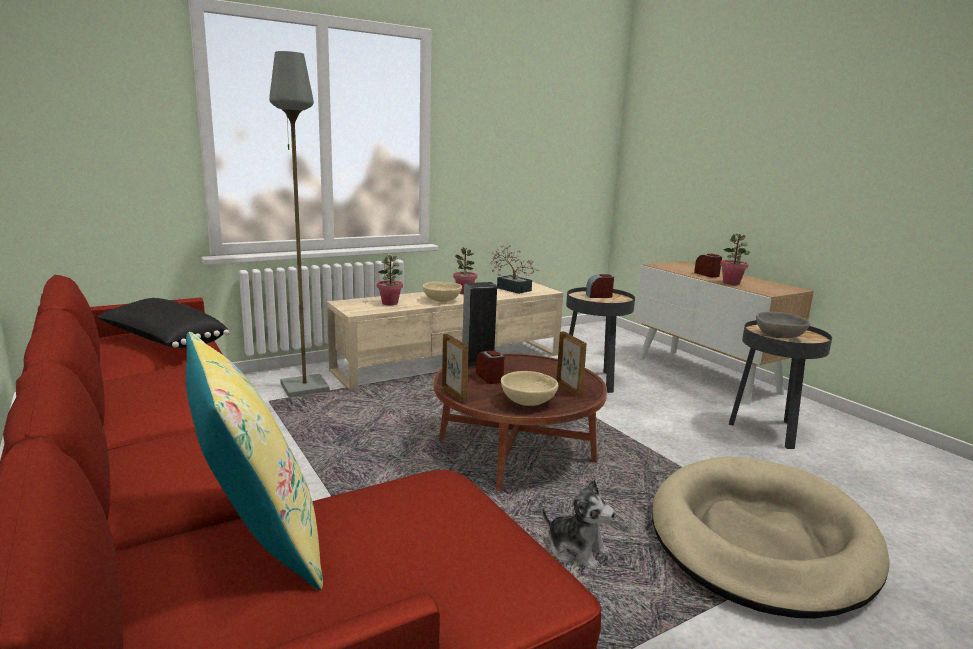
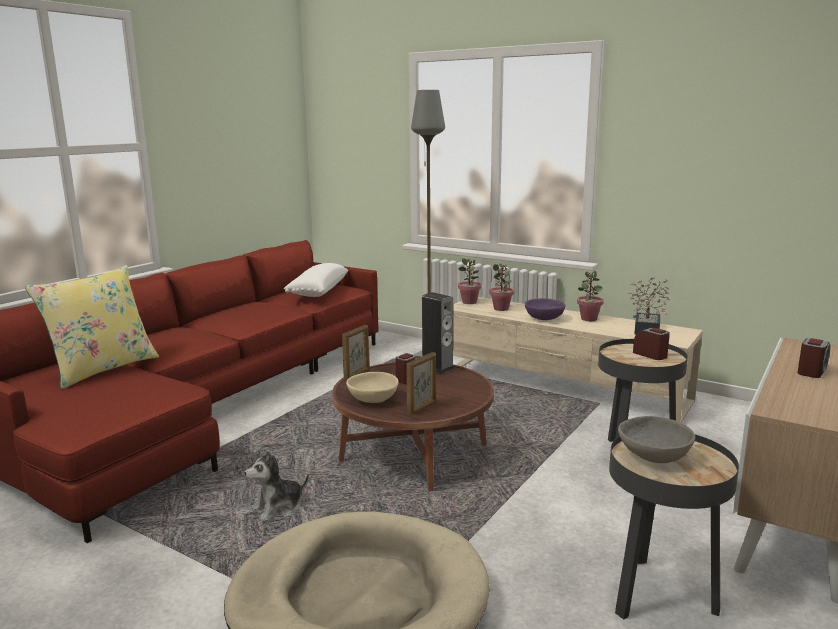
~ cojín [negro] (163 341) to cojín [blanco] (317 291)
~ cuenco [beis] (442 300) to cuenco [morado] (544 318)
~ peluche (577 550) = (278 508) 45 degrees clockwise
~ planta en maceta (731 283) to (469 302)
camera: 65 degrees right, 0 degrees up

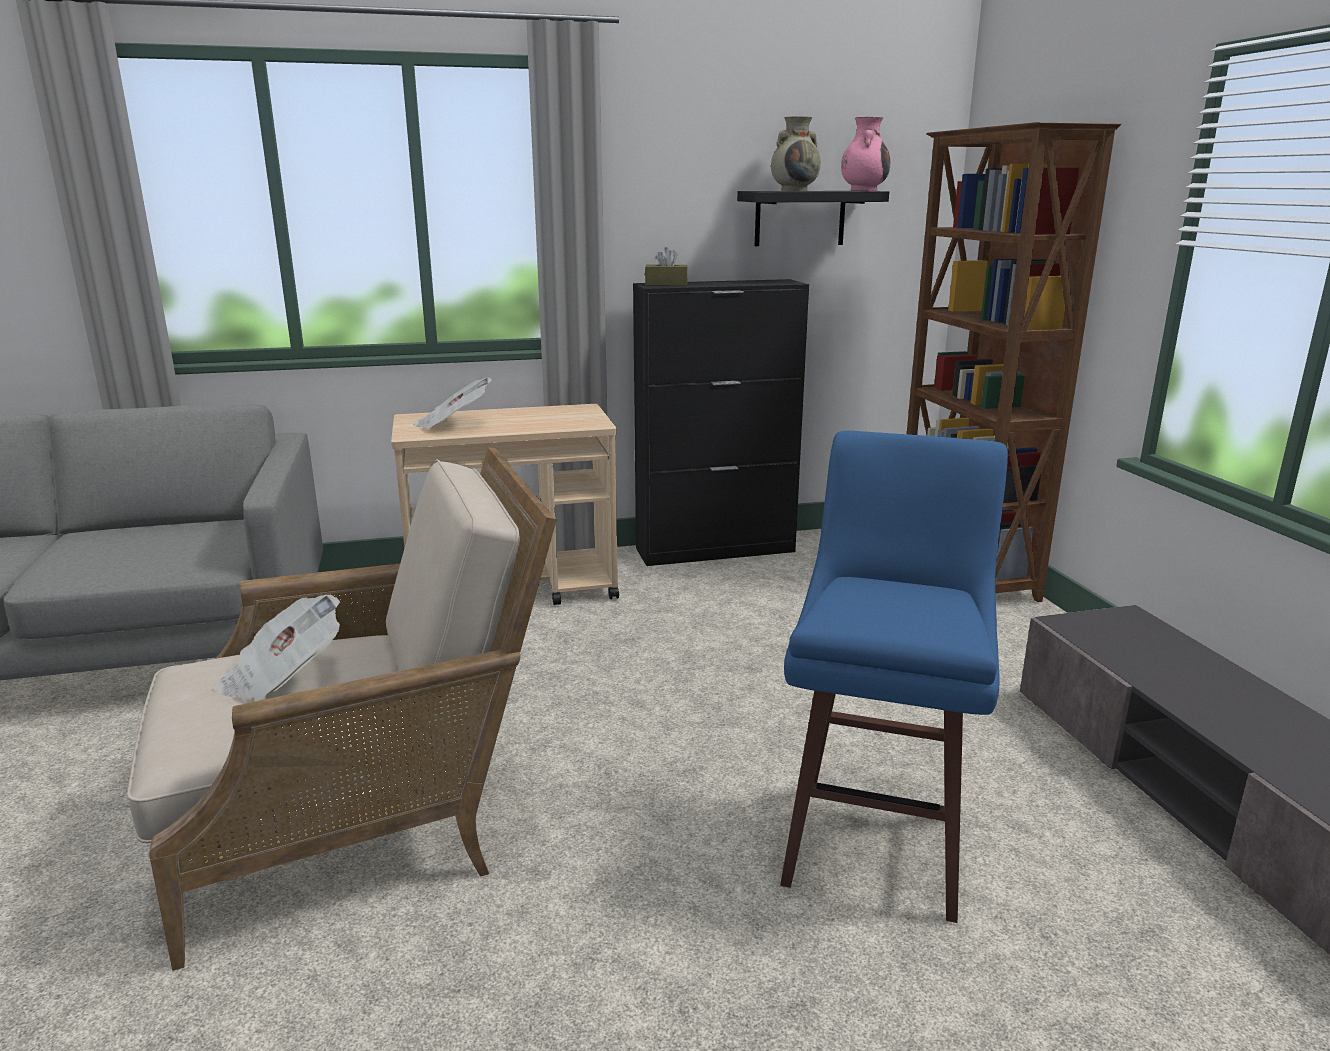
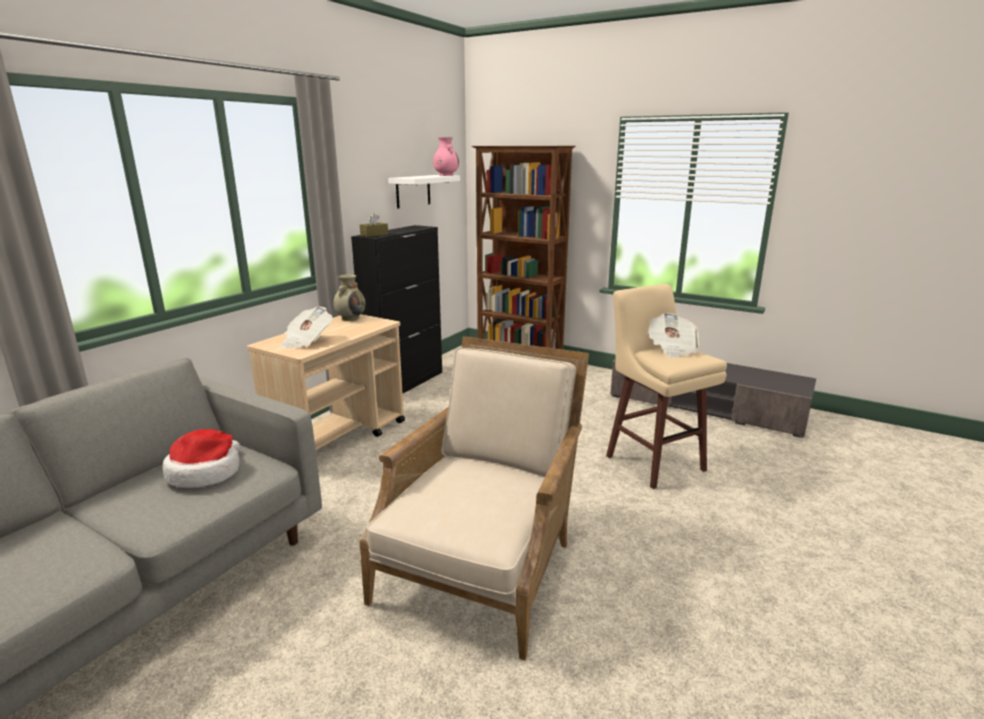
~ periódico (283 677) to (672 349)
~ estante [negro] (800 218) to estante [blanco] (413 191)
~ florero [beis] (795 190) to (351 318)
~ taburete [azul] (877 844) to taburete [beis] (653 462)
+ sombrero (206 472)
camera: 45 degrees left, 0 degrees up

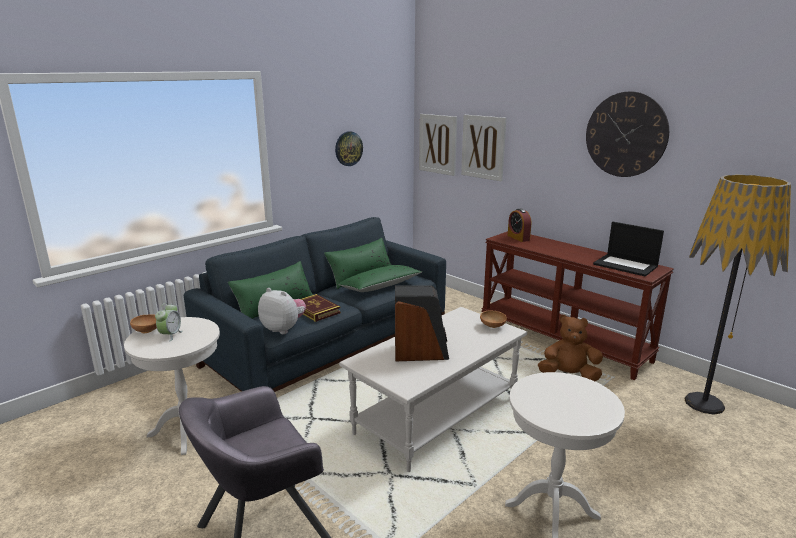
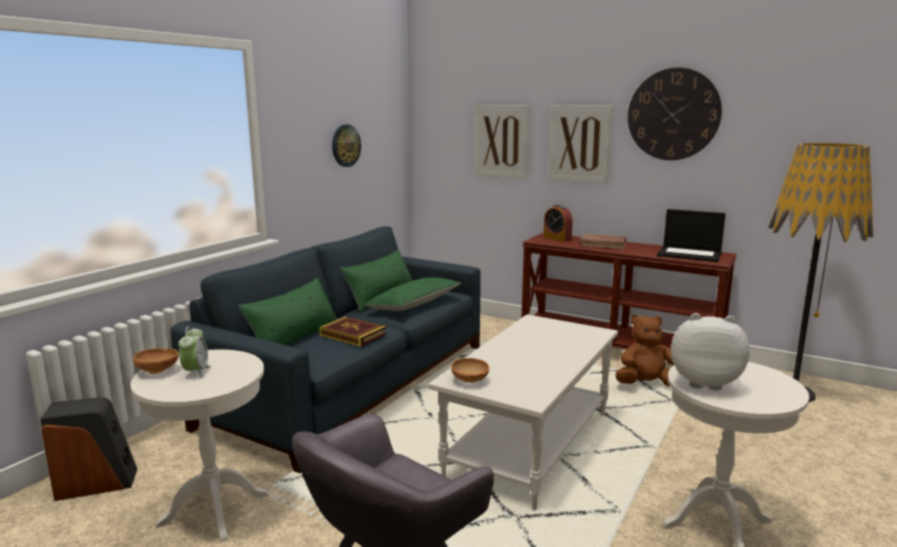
~ peluche (283 329) to (703 382)
~ altavoz (420 352) to (96 483)
~ cuadro (438 144) to (580 143)
~ cuenco [marrón] (492 326) to (469 381)
+ libro [marrón] (603 244)
camera: 15 degrees left, 5 degrees down

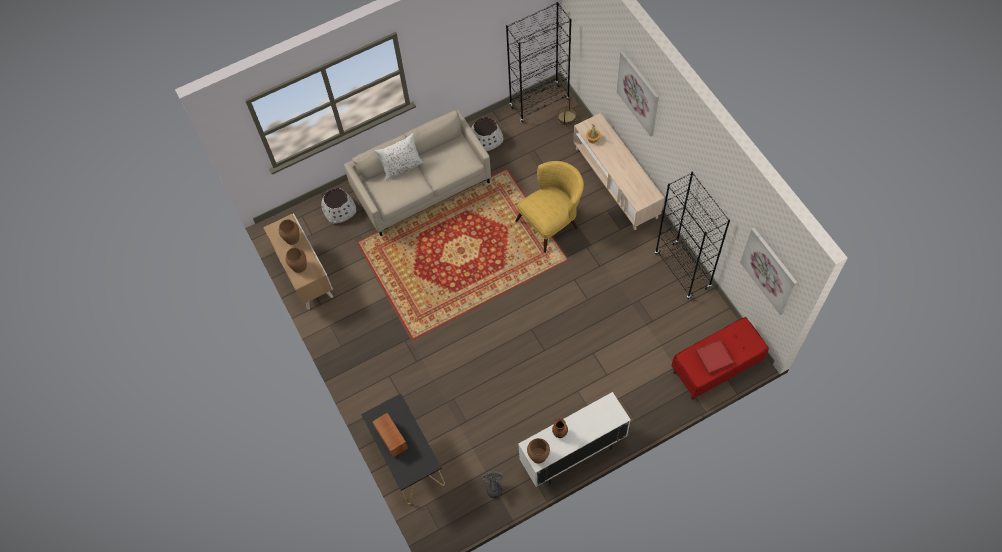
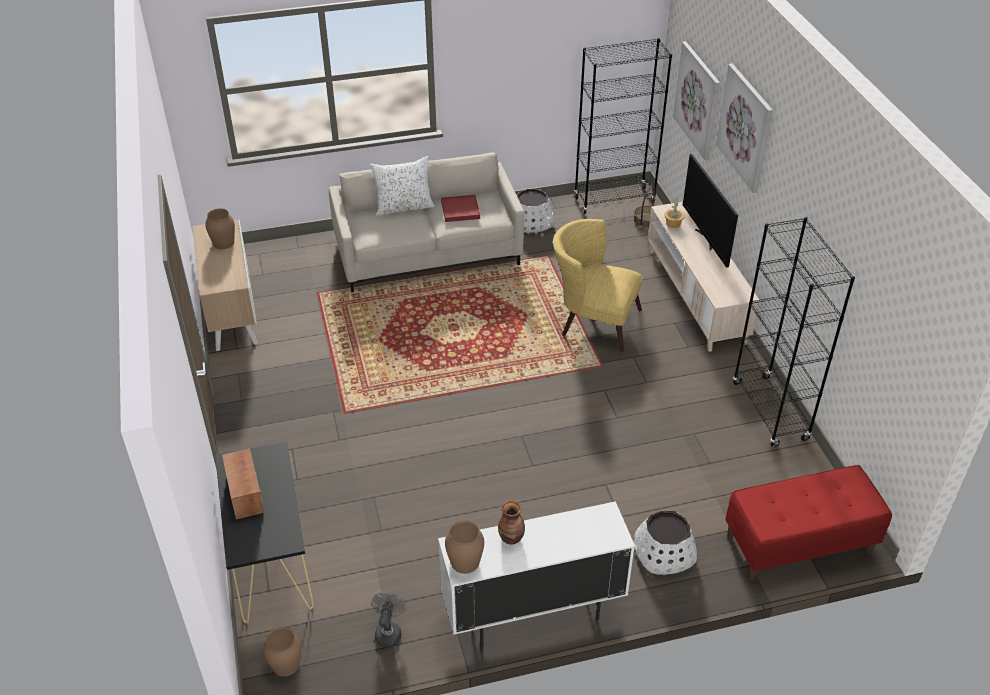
~ florero [marrón] (299 266) to (285 664)
~ maceta [blanco] (339 210) to (663 553)
~ sillón [amarillo] (552 221) = (592 320) 135 degrees counterclockwise
~ bandeja [rojo] (714 357) to (460 210)
~ cuadro (769 271) to (697 100)
+ televisor (706 239)
camera: 10 degrees right, 20 degrees down

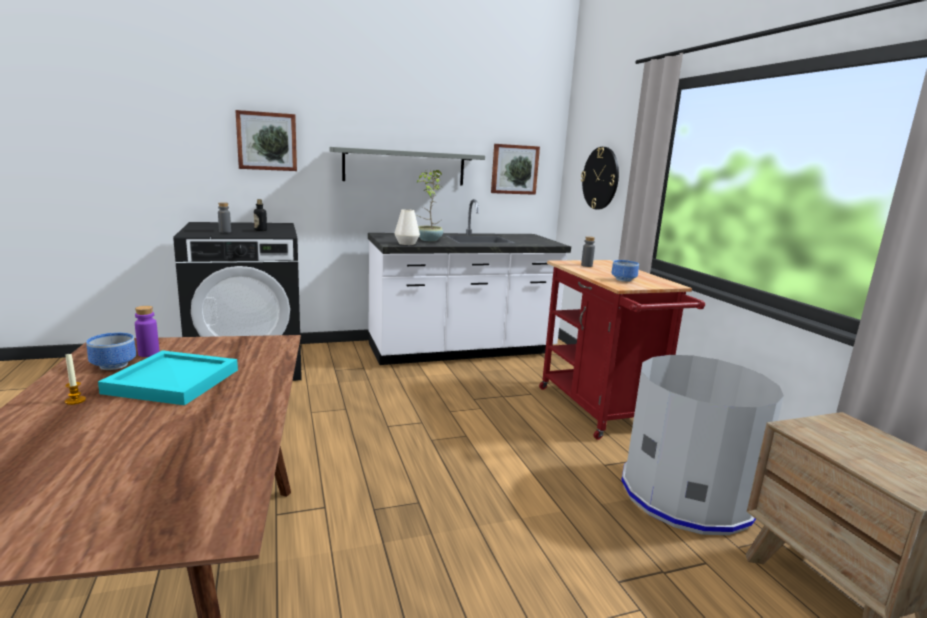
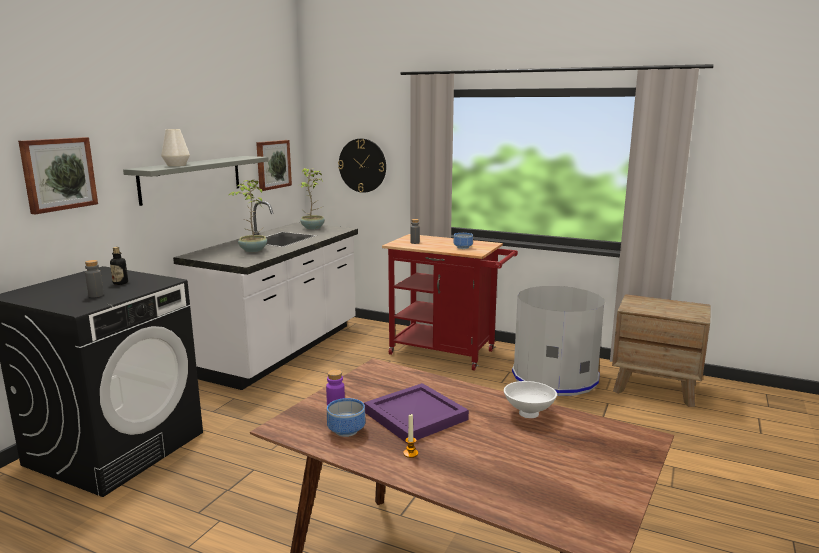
~ bandeja [turquesa] (173 382) to bandeja [morado] (417 416)
~ florero [blanco] (407 243) to (176 165)
+ planta en maceta (313 228)
+ cuenco [blanco] (527 413)
camera: 45 degrees left, 0 degrees up

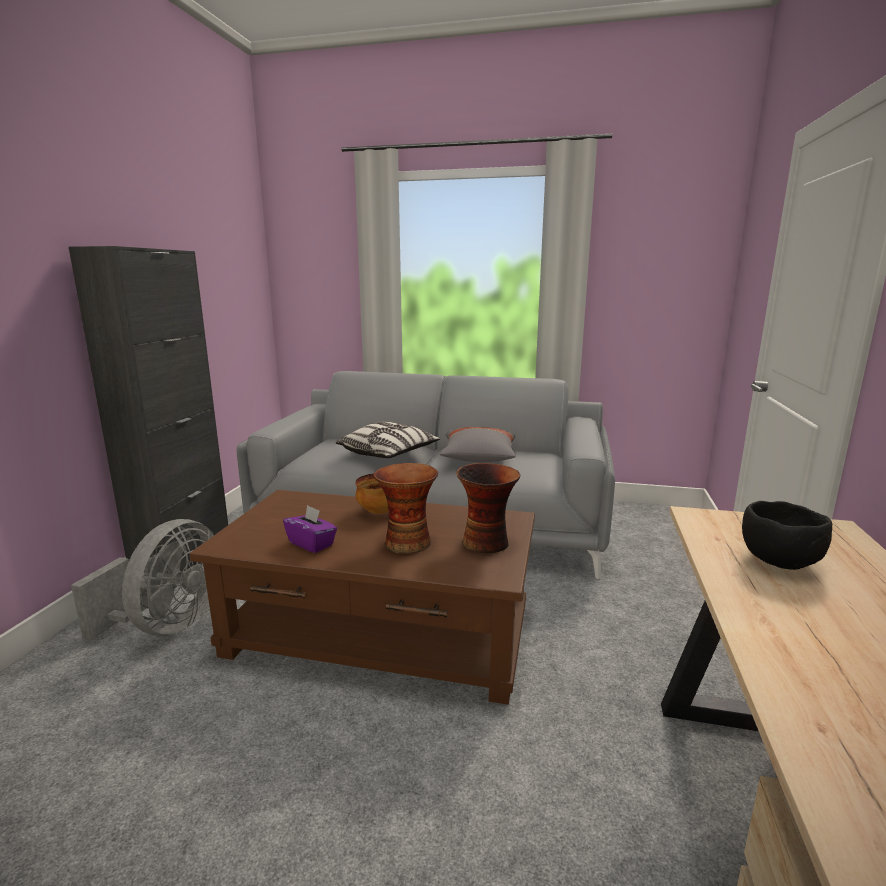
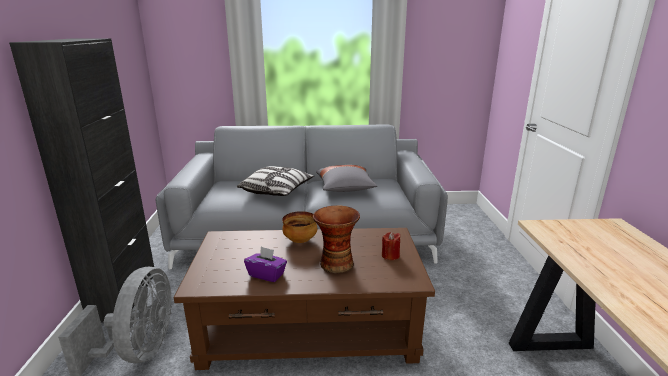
~ florero (487 542) to vela [rojo] (390 256)
- cuenco [negro] (779 563)
camera: 15 degrees left, 5 degrees up

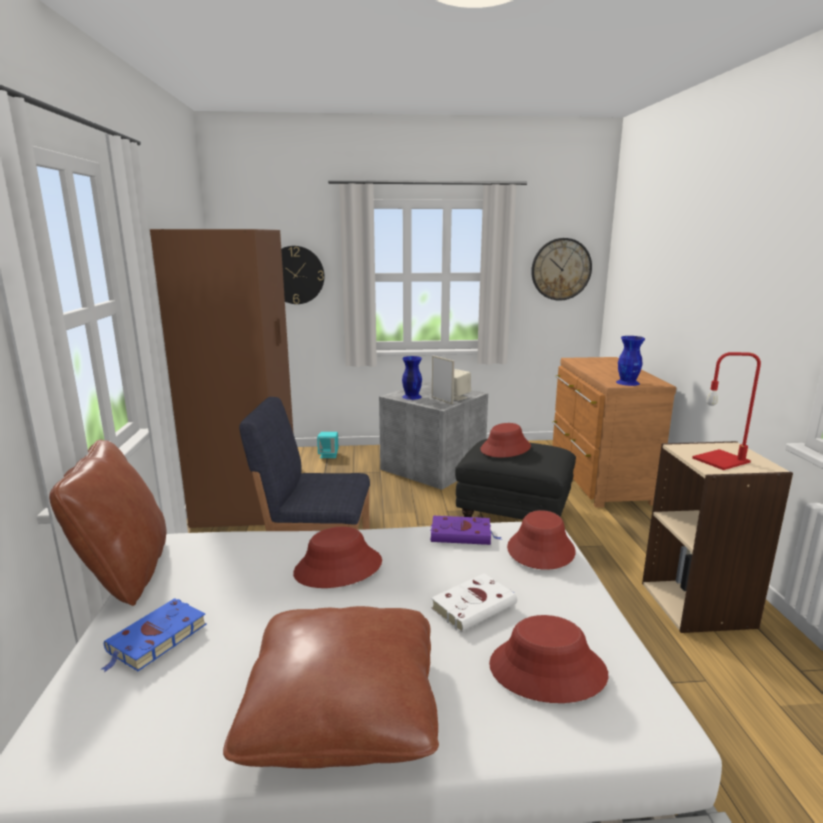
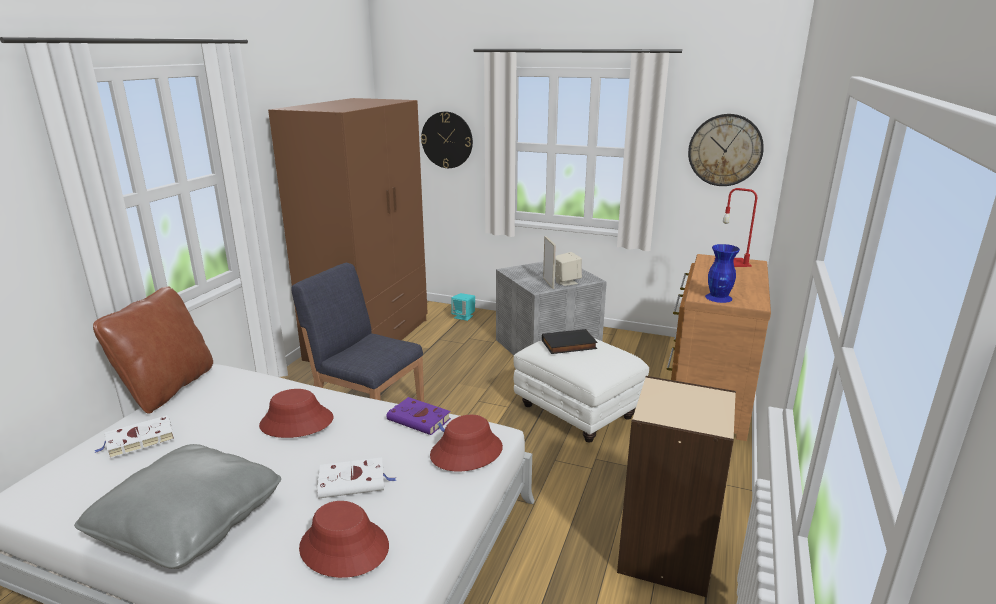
~ libro [azul] (155 639) to libro [blanco] (138 440)
~ cojín [marrón] (343 709) to cojín [gris] (189 523)
- florero [azul] (411 396)
~ puf [negro] (515 514) to puf [blanco] (578 413)
~ sombrero [rojo] (505 448) to libro [negro] (569 345)
~ lámpara de mesa [rojo] (721 460) to (733 263)
camera: 25 degrees right, 5 degrees up

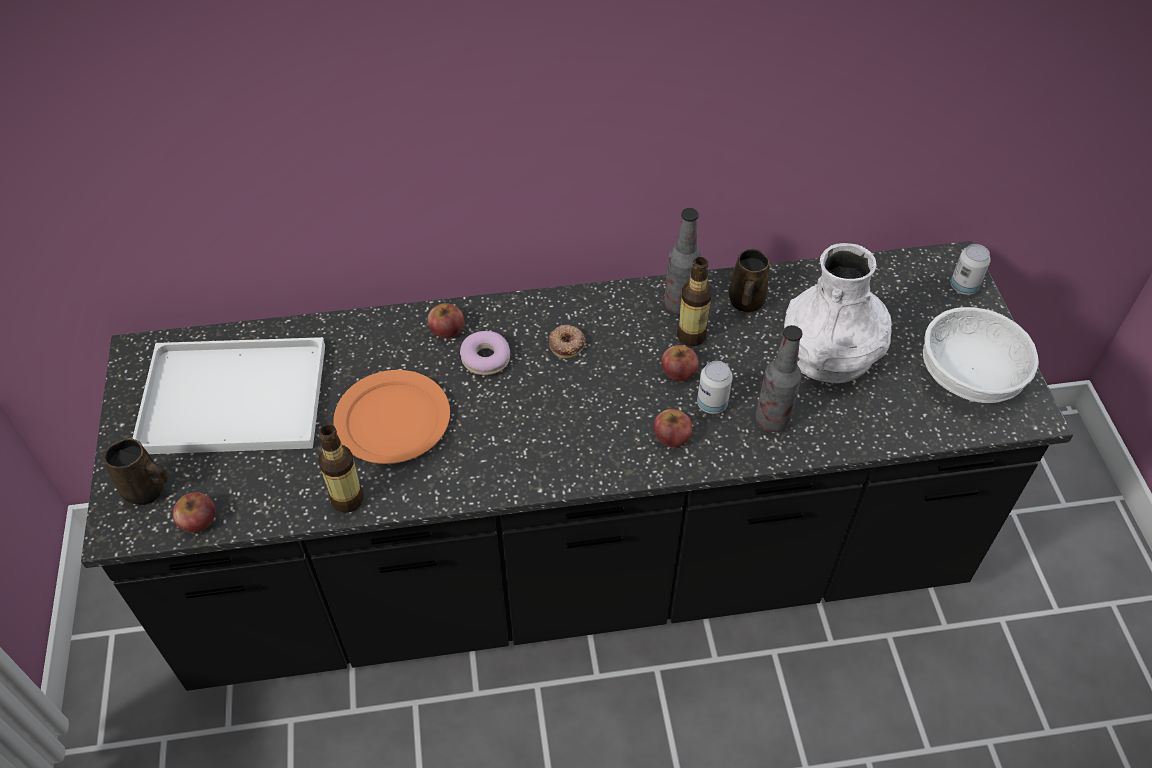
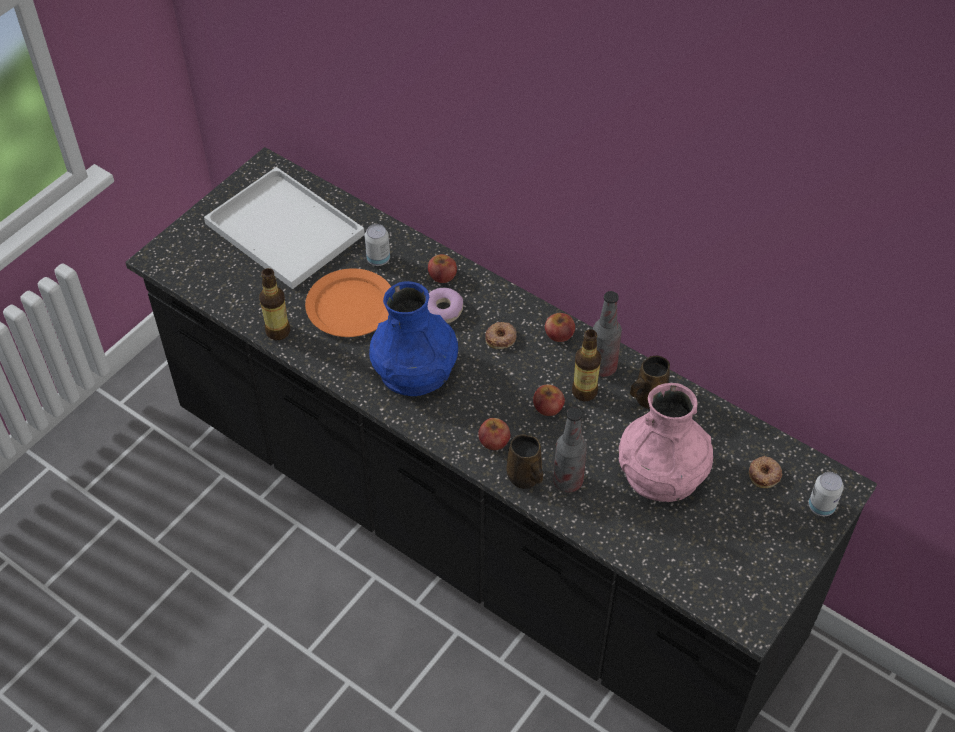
~ taza grande [marrón] (147 490) to (525 478)
~ manzana (198 520) to (559 334)
~ lata (712 404) to (378 259)
~ florero [blanco] (830 353) to florero [rosa] (662 473)
- cuenco [blanco] (969 376)
+ florero [azul] (415 370)
+ rosquilla (764 474)
camera: 45 degrees right, 0 degrees up

